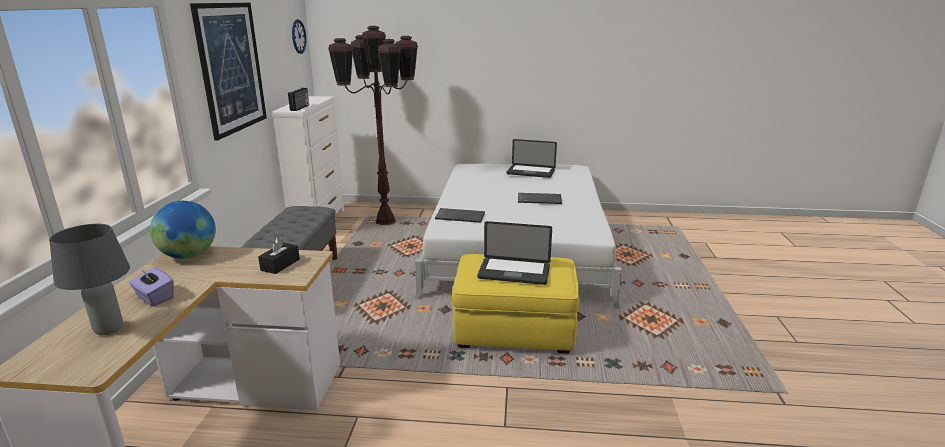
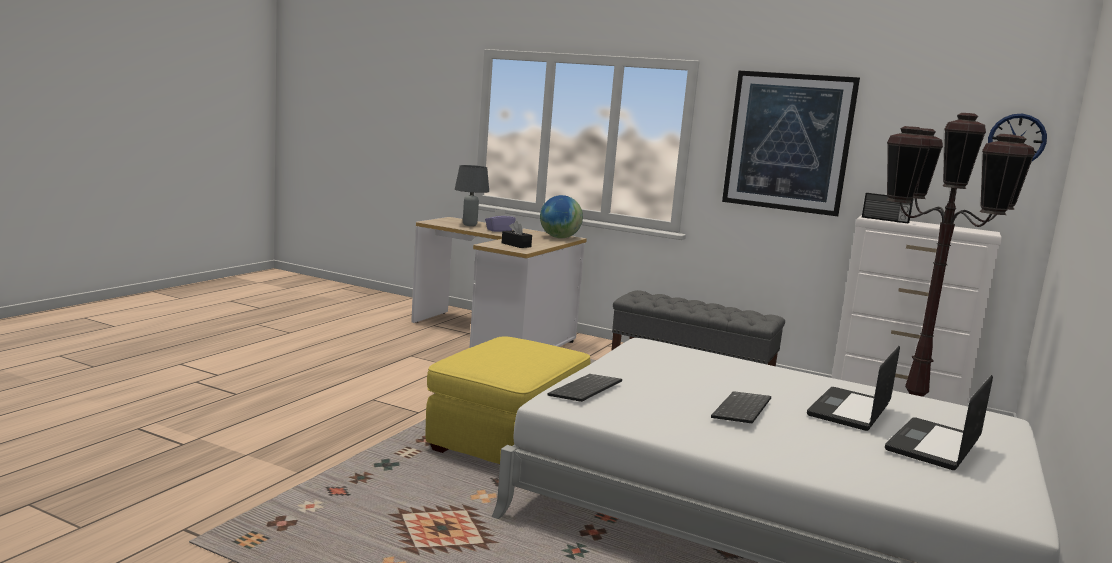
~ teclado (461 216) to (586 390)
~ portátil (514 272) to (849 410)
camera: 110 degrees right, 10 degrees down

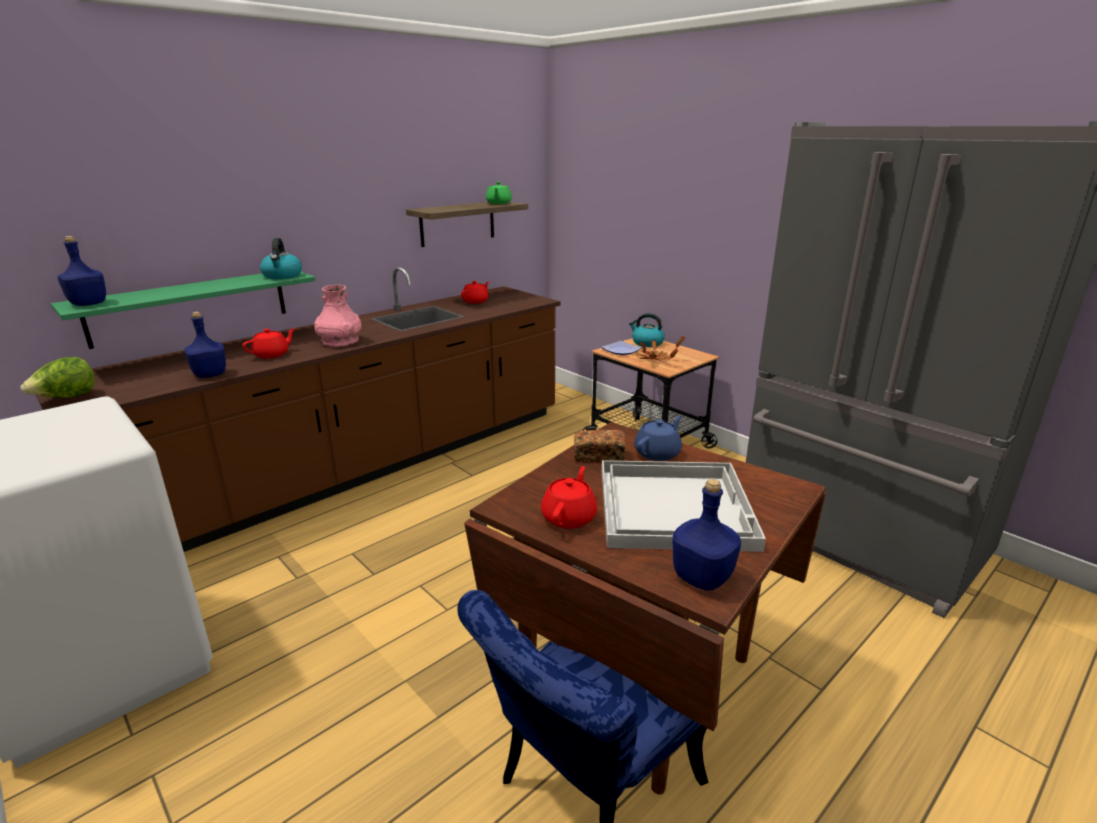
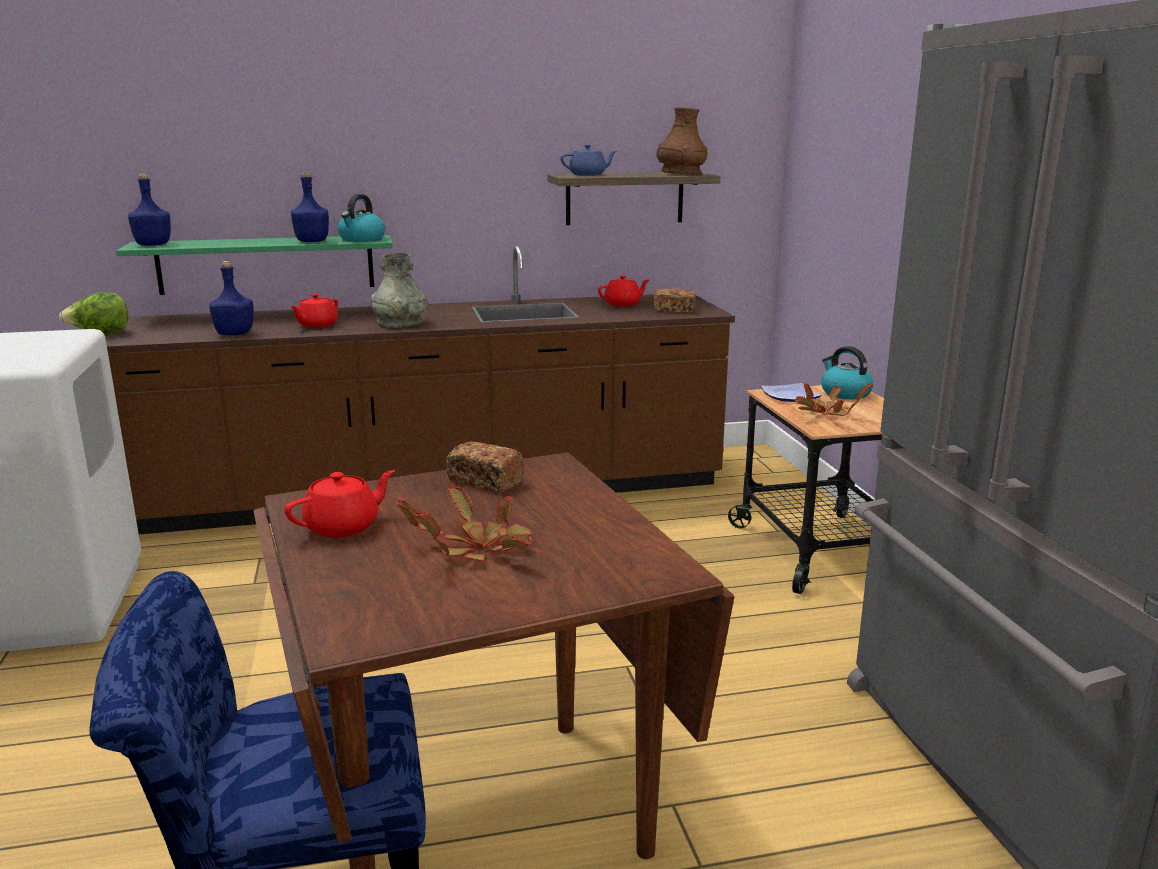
~ tetera [rojo] (272 354) = (316 325) 135 degrees clockwise
~ florero [rosa] (340 341) to florero [gris] (400 323)
~ tetera [verde] (498 203) to florero [marrón] (681 174)
~ bandeja [blanco] (675 506) to planta en maceta (477 549)
~ tetera [azul] (658 453) to (588 175)
~ botella [azul] (700 577) to (312 241)
+ pan (674 310)
camera: 30 degrees right, 5 degrees down

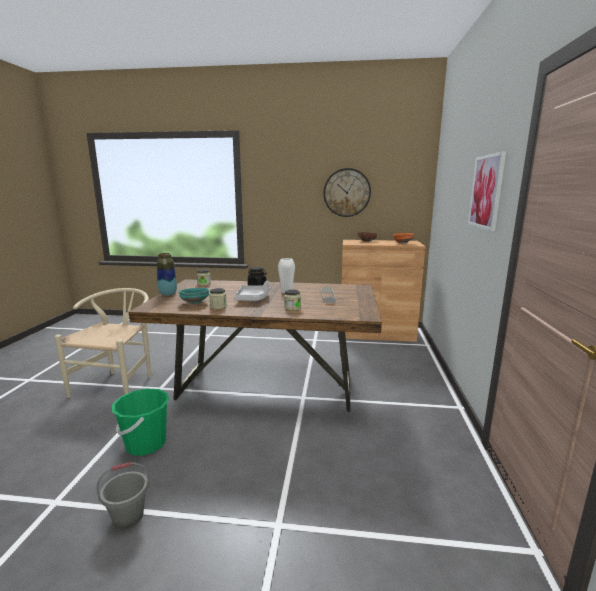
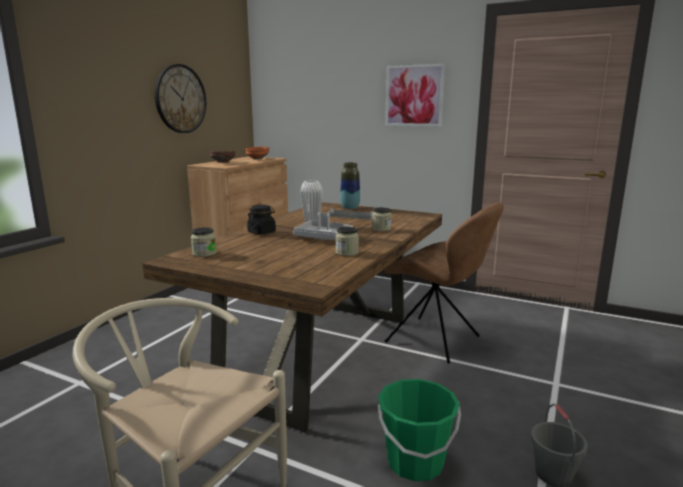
~ florero (168 294) to (350 208)
- cuenco [turquesa] (195 302)
+ silla [marrón] (436 340)
camera: 70 degrees left, 0 degrees up

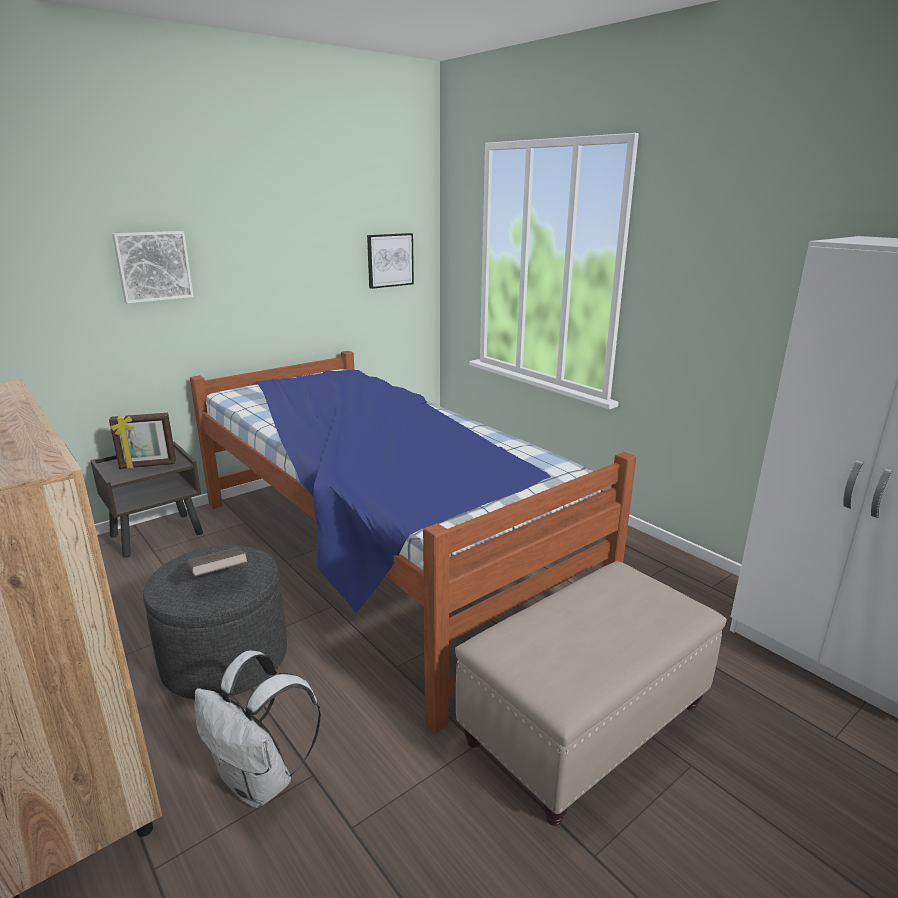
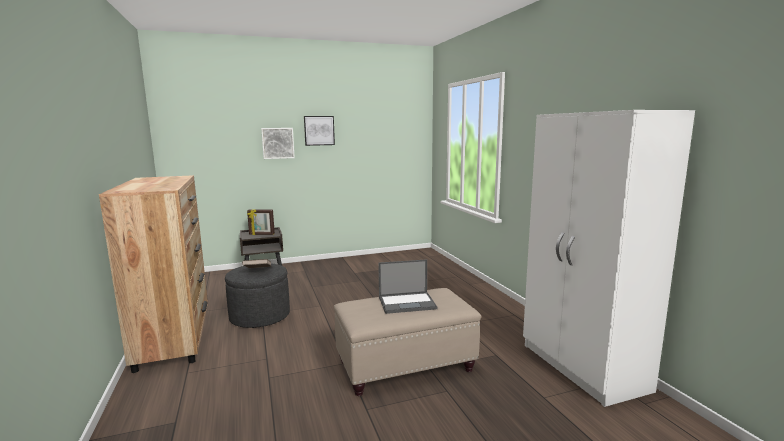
- cama (380 556)
- mochila [blanco] (261 781)
~ cuadro (389 260) to (319 130)
+ portátil (407 303)
camera: 20 degrees right, 10 degrees down

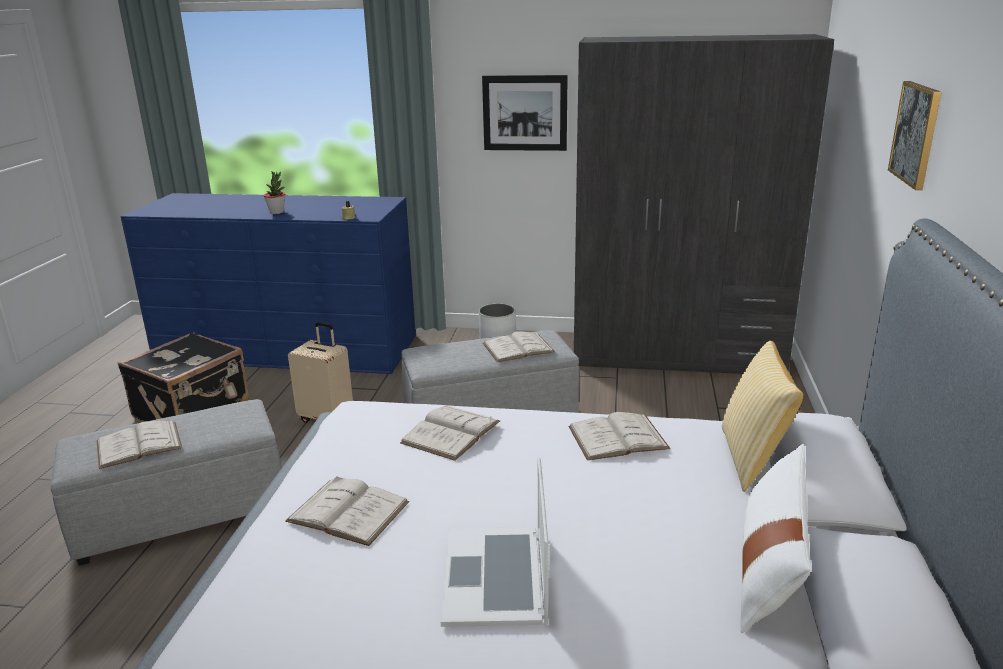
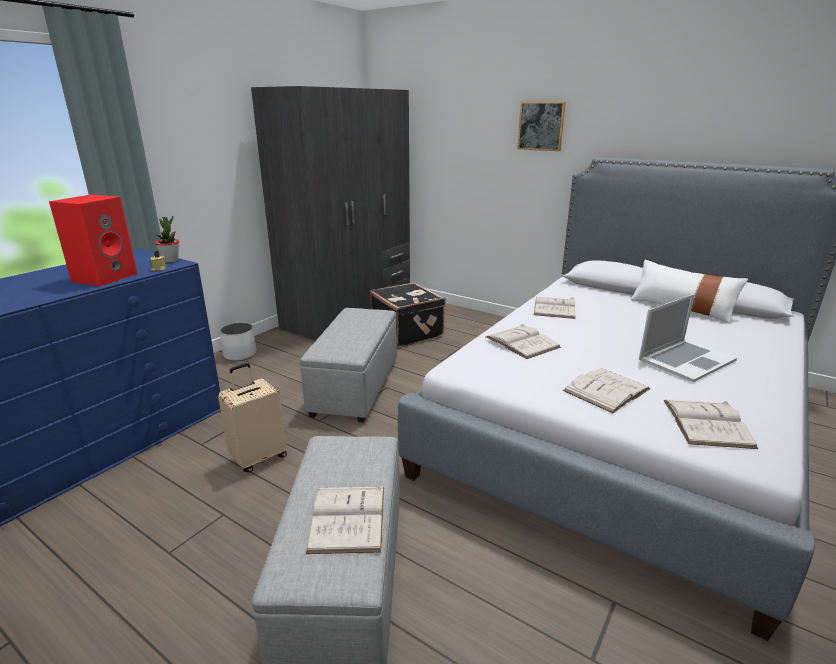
~ maleta [negro] (193 410) to (408 332)
~ planta en maceta (277 212) to (170 260)
~ portátil (496 575) = (686 359) 60 degrees counterclockwise
- cuadro (525 113)
~ libro [blanco] (518 348) to (707 423)
- cojín (753 459)
+ altavoz [rojo] (105 277)
camera: 65 degrees left, 0 degrees up

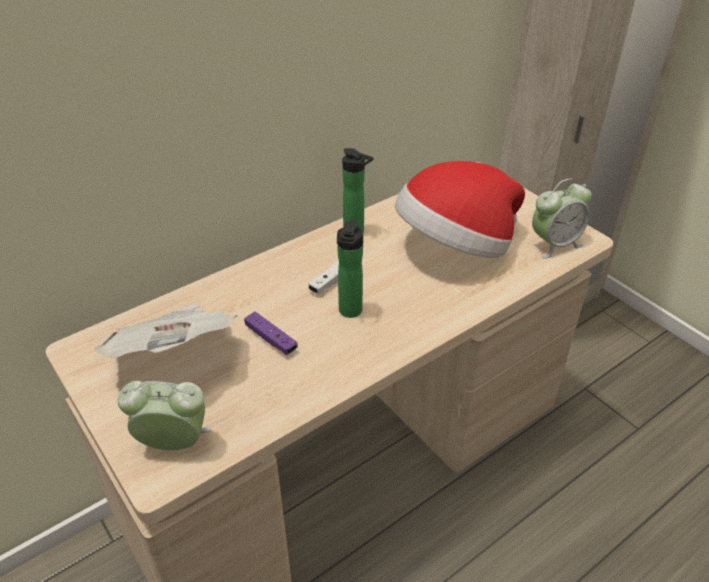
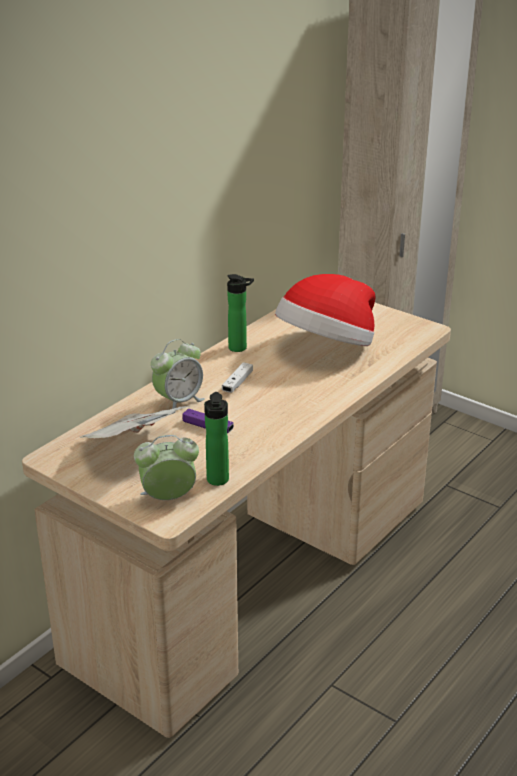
~ botella (349 312) to (217 481)
~ despertador (554 244) to (178 402)
camera: 15 degrees left, 10 degrees down

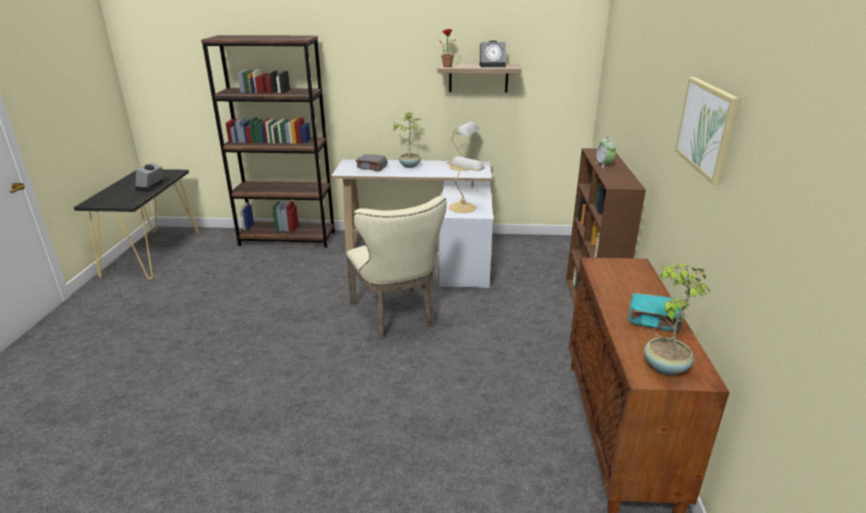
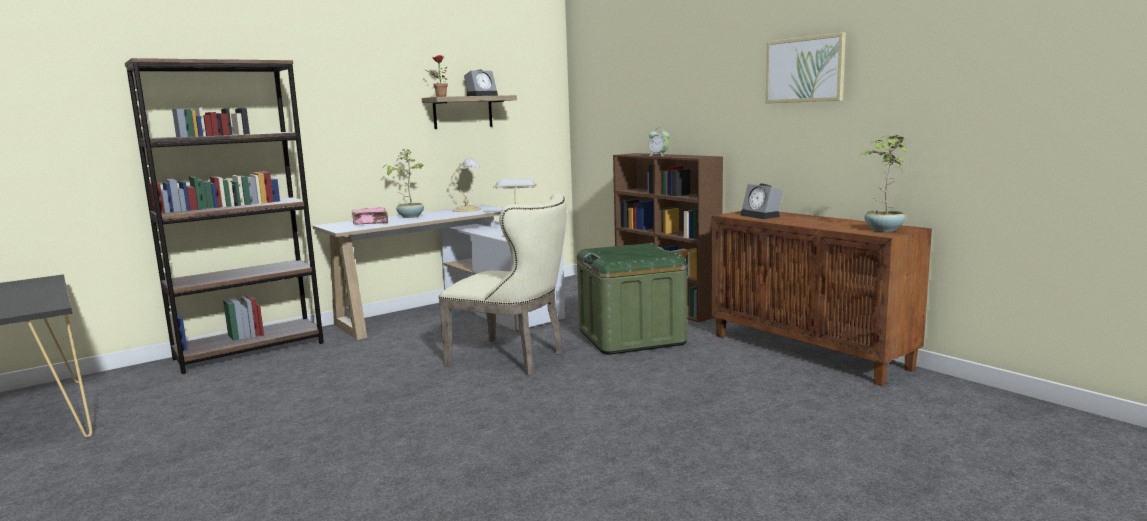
~ despertador (150 187) to (762 216)
~ libro [gris] (372 167) to libro [rosa] (371 223)
- libro [turquesa] (654 321)
+ caja de almacenaje [verde] (631 337)
camera: 40 degrees left, 15 degrees down

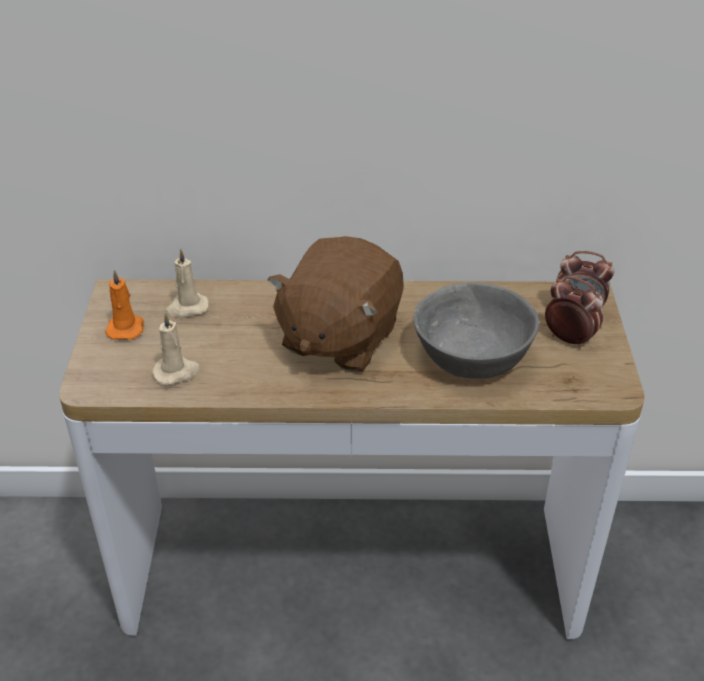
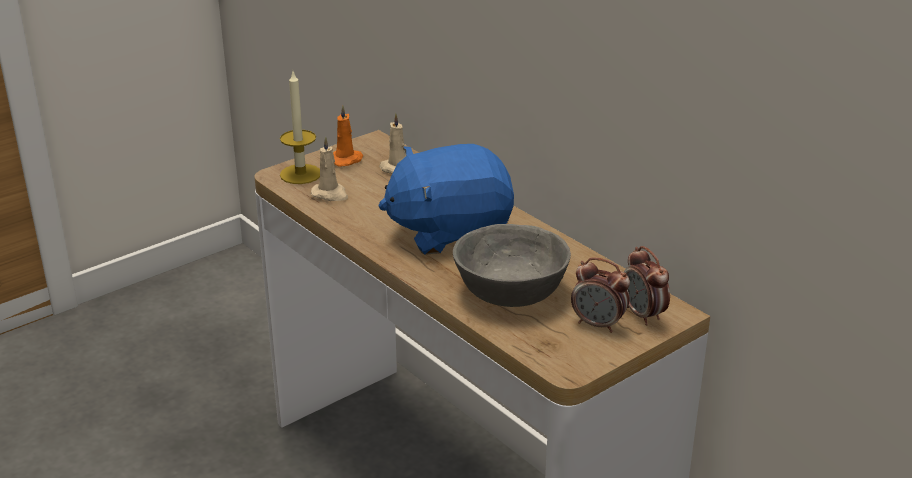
~ peluche [marrón] (338 337) to peluche [azul] (449 232)
~ despertador (568 339) = (598 324) 120 degrees clockwise
+ vela (300 174)
camera: 50 degrees right, 10 degrees down

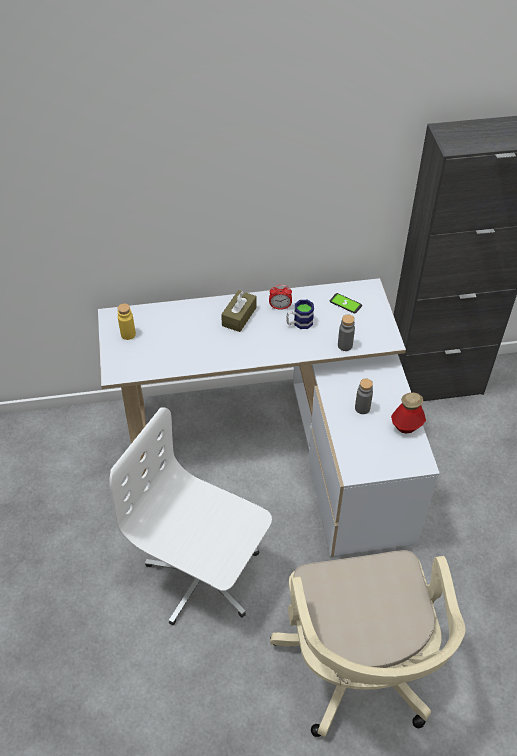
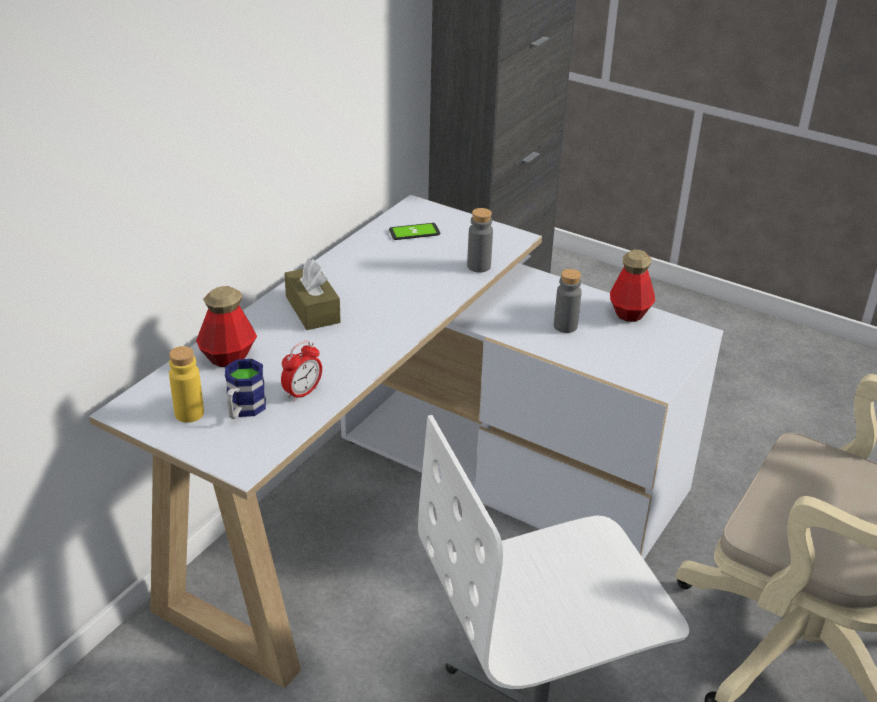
~ despertador (280 307) to (302 393)
~ taza grande (299 323) to (243 410)
+ botella (228 357)
camera: 50 degrees left, 15 degrees down

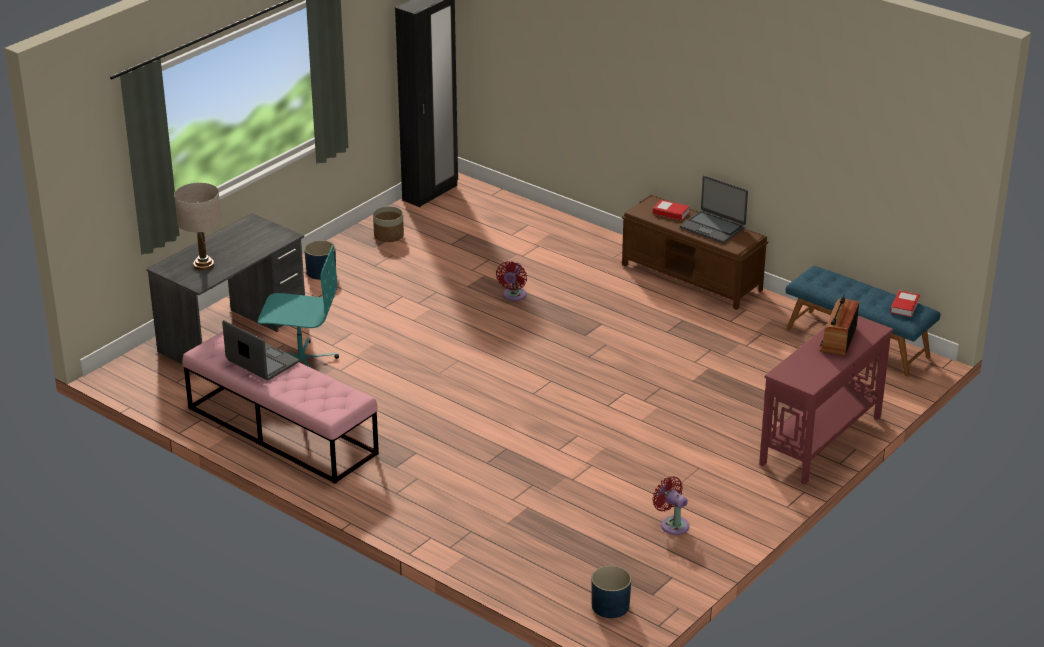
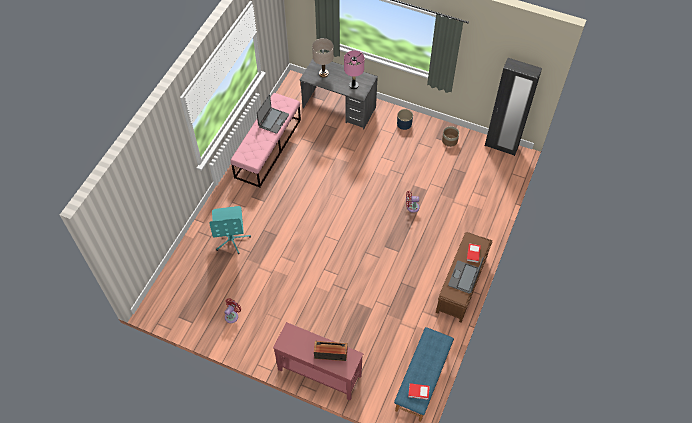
~ silla de oficina [turquesa] (301 361) to (232 239)
- maceta [azul] (610 605)
+ lámpara de mesa [rosa] (353 86)
camera: 75 degrees right, 25 degrees up

